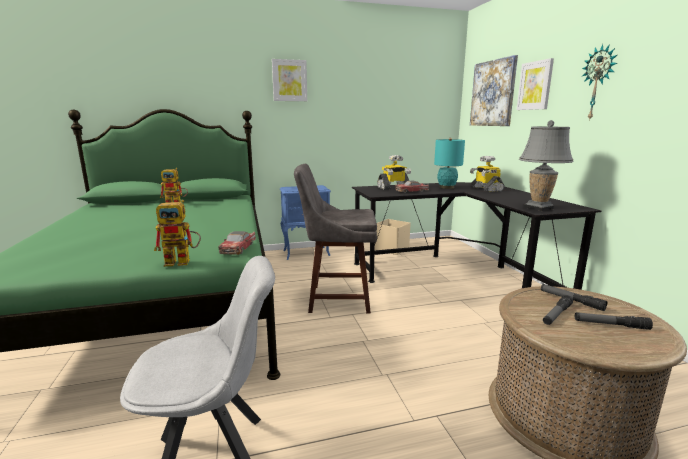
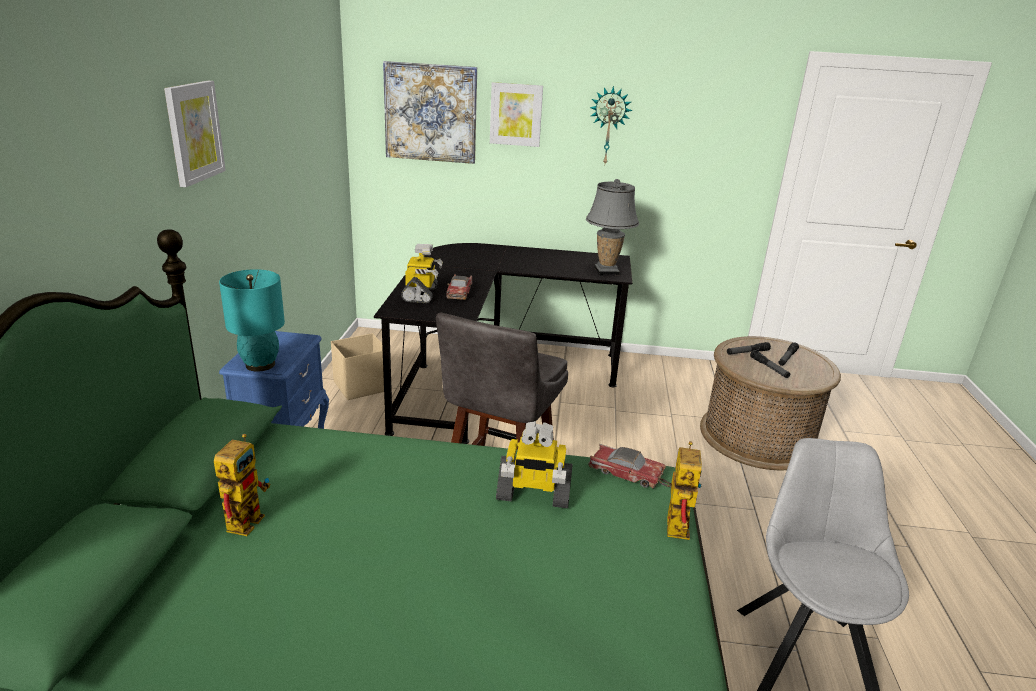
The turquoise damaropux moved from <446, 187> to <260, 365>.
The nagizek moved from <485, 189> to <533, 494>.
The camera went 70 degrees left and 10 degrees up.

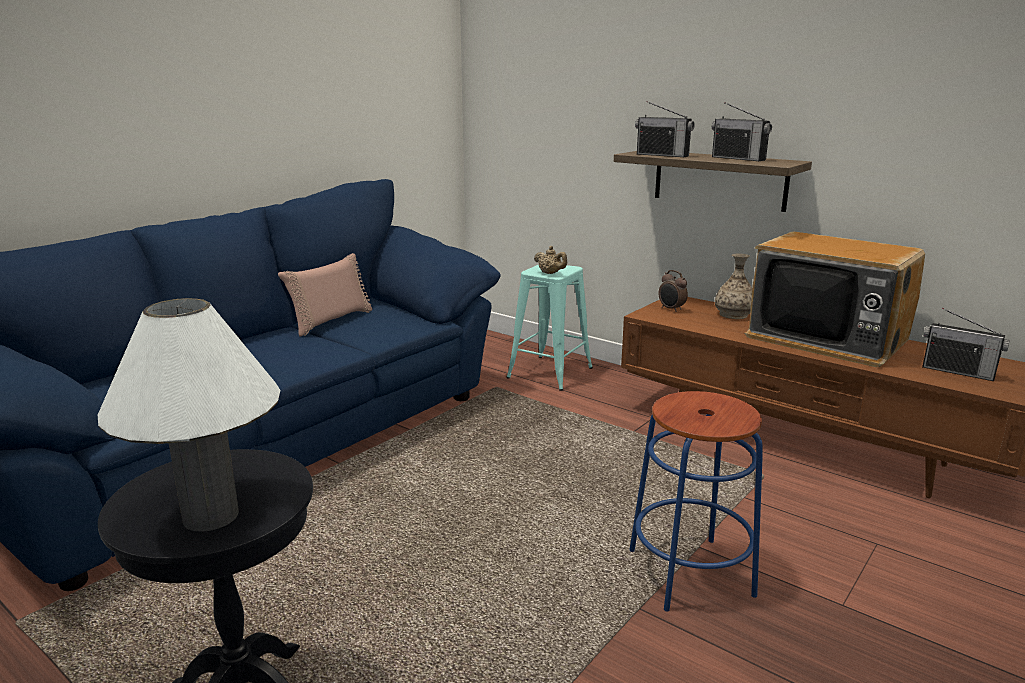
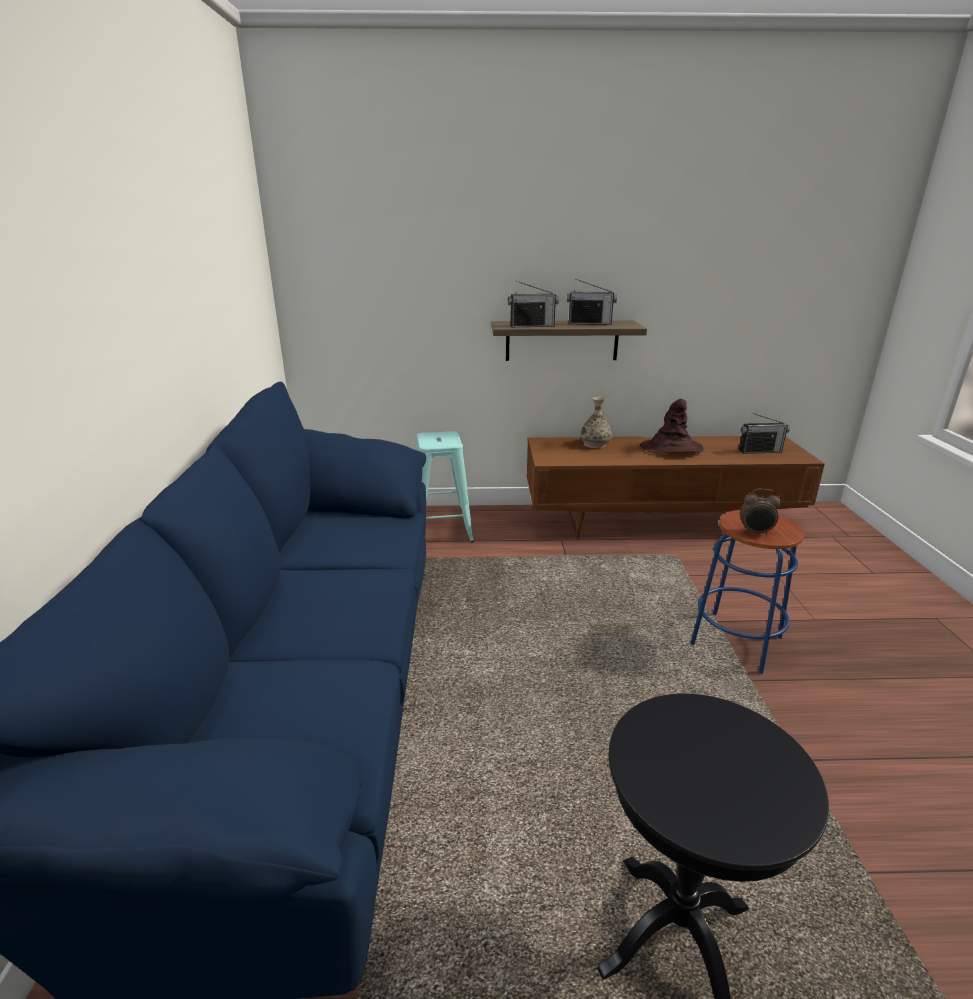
The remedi at <826, 339> was replaced by the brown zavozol at <671, 448>.
The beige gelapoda at <550, 273> disappeared.
The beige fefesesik at <331, 321> disappeared.
The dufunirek moved from <671, 309> to <755, 532>.
The white damaropux at <211, 516> disappeared.
The camera went 40 degrees left and 5 degrees up.

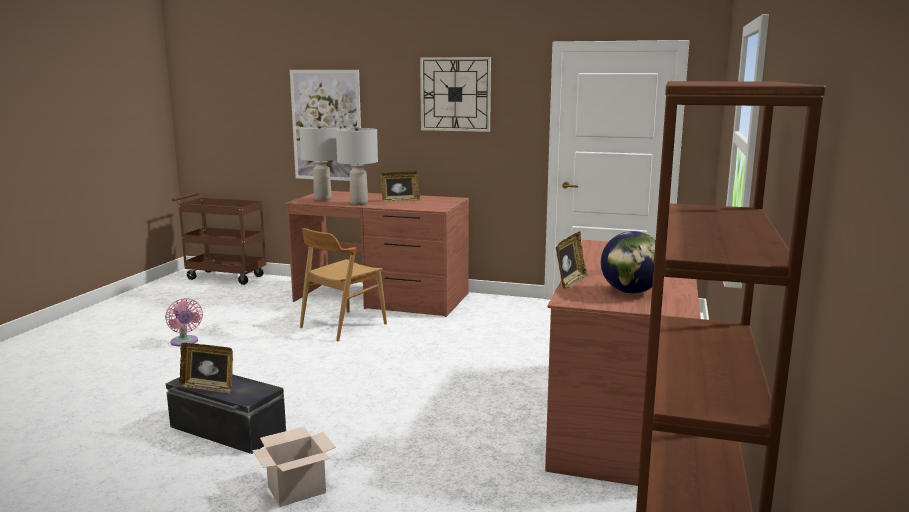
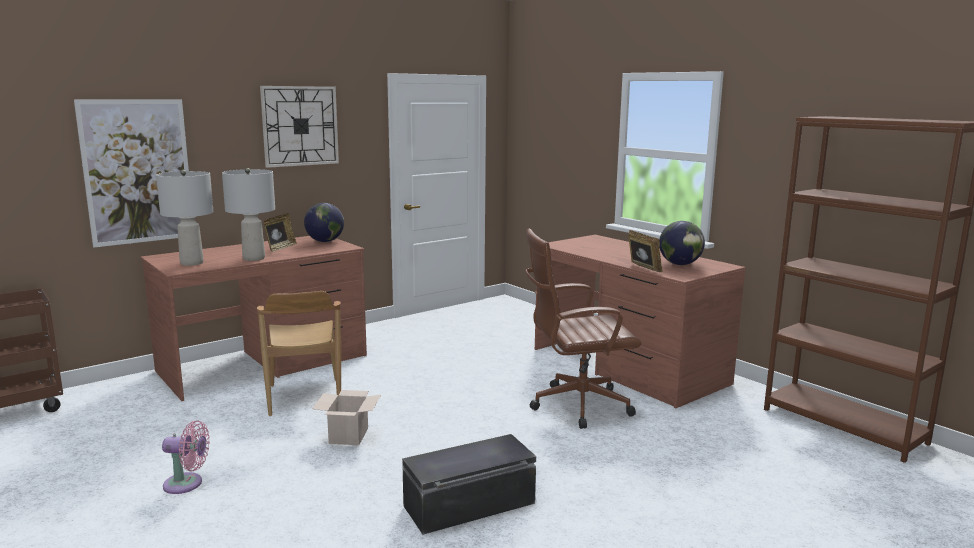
The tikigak at <208, 388> disappeared.
The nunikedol moved from <297, 489> to <348, 435>.
The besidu at <325, 241> appeared.
The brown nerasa at <576, 406> appeared.
The camera went 55 degrees left and 0 degrees up.

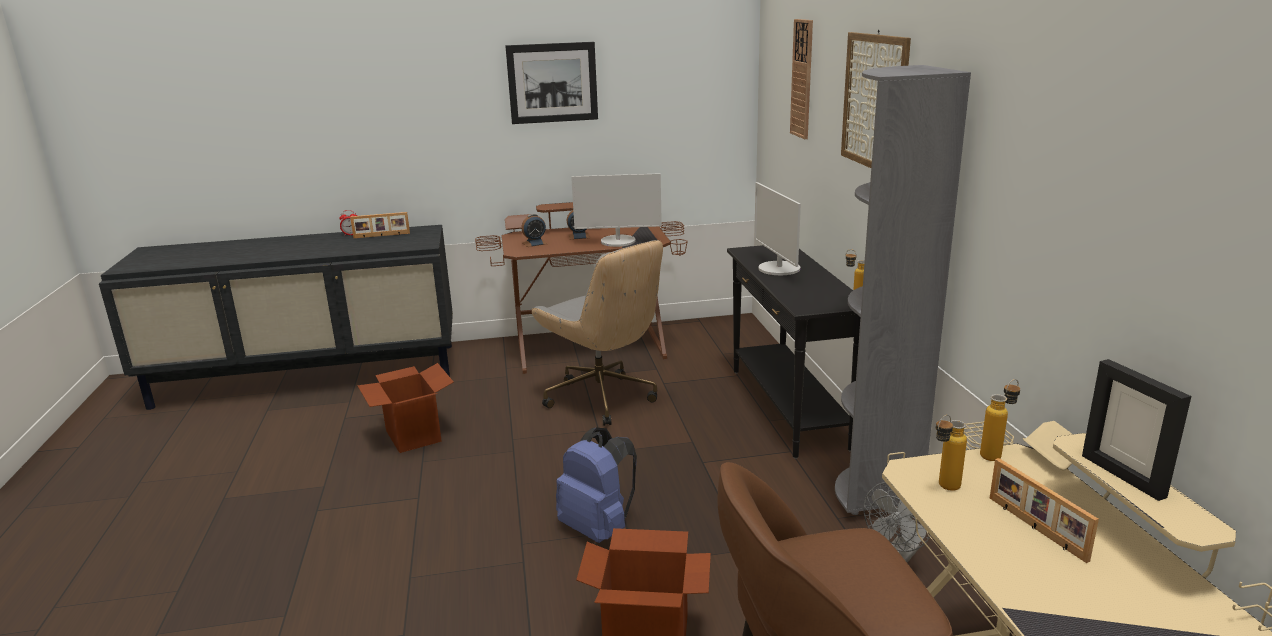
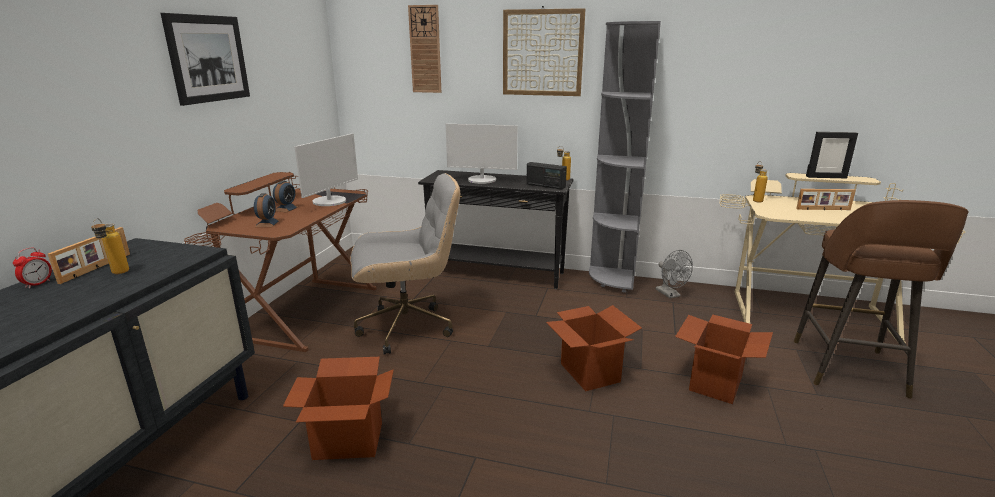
The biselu moved from <943, 488> to <117, 274>.
The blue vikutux at <599, 528> was replaced by the nunikedol at <589, 372>.
The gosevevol at <545, 186> appeared.
The camera went 65 degrees left and 0 degrees up.

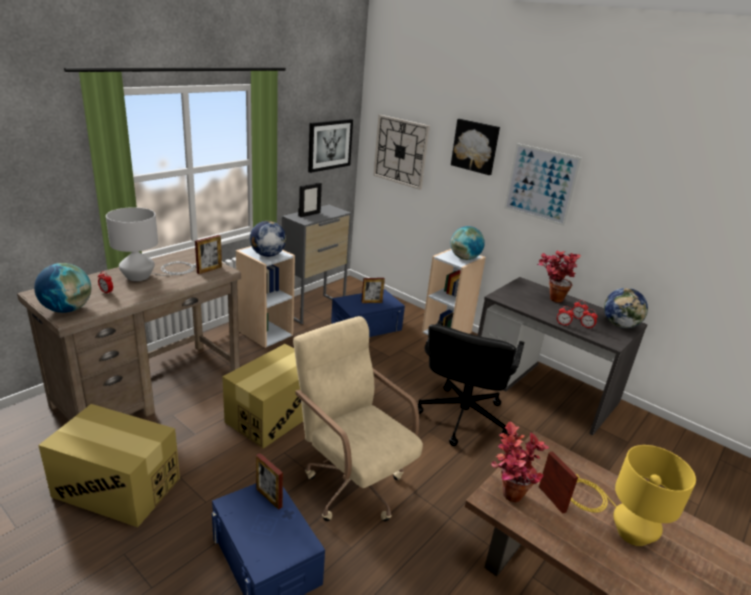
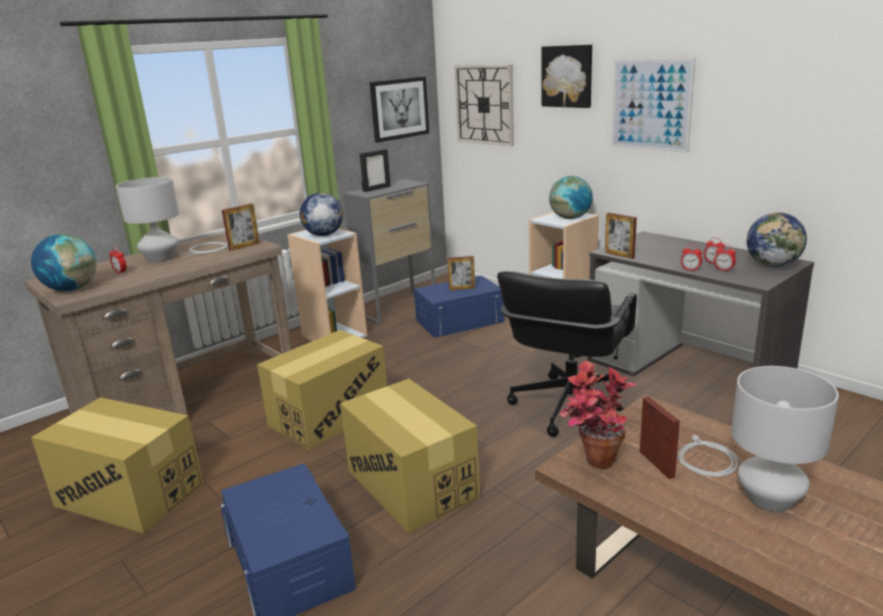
The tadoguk at <550, 298> disappeared.
The beige nerasa at <351, 485> was replaced by the nunikedol at <411, 483>.
The yellow damaropux at <614, 518> became the grey damaropux at <744, 482>.
The tikigak moved from <269, 498> to <619, 255>.
The camera went 10 degrees right and 5 degrees down.

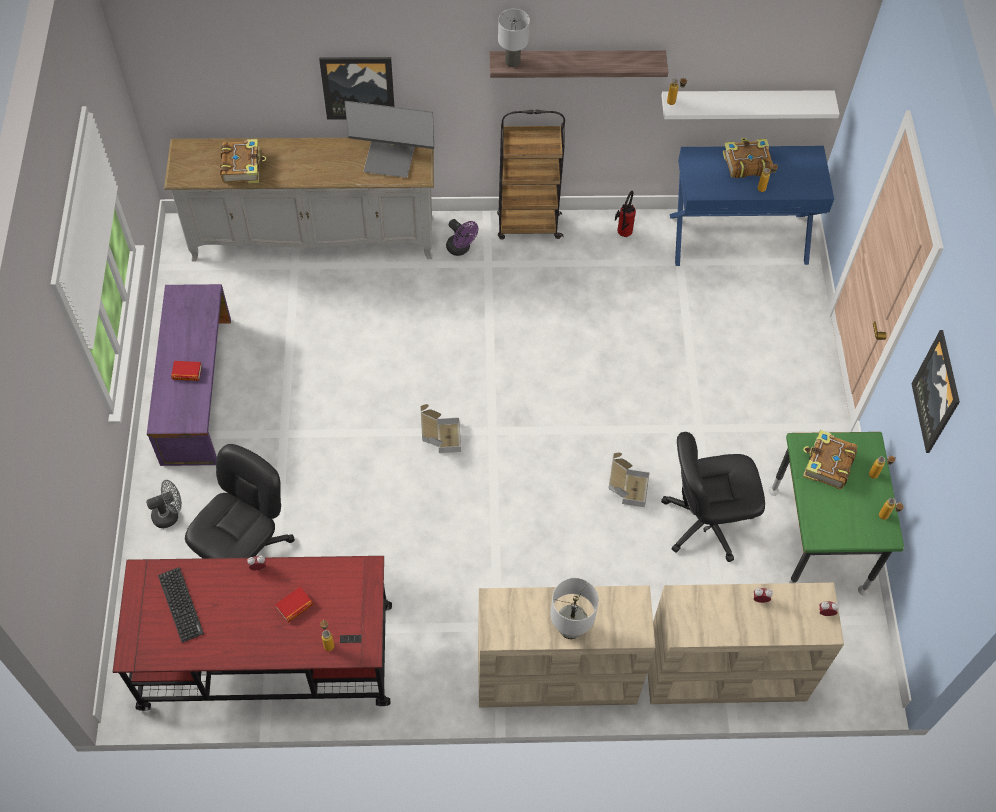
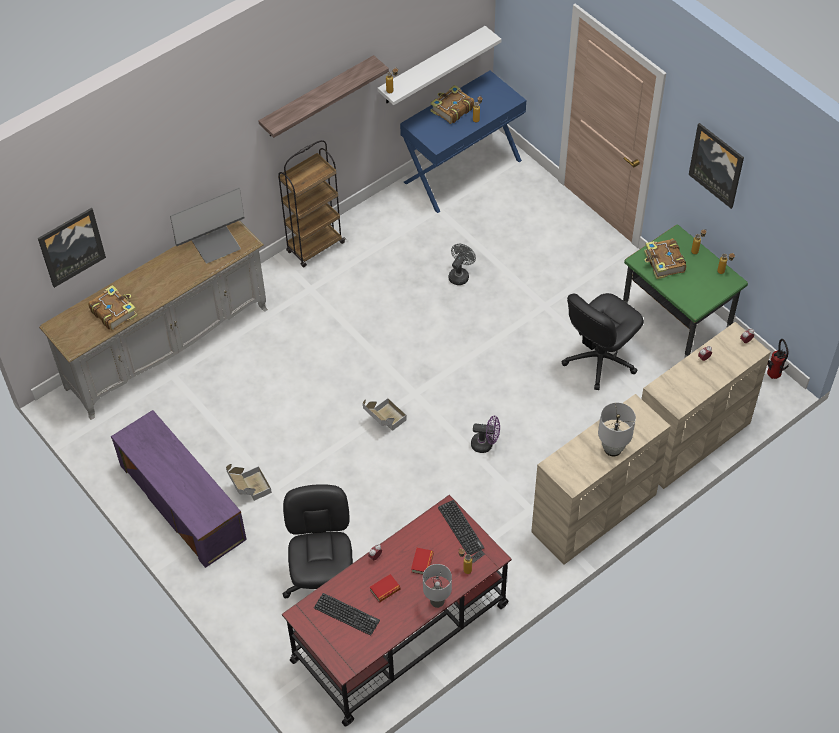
The white damaropux moved from <513, 63> to <438, 601>.
The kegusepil moved from <358, 87> to <71, 246>.
The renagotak moved from <622, 234> to <773, 377>.
The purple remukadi moved from <461, 249> to <485, 444>.
The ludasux moved from <187, 373> to <385, 590>.
The nunikedol moved from <625, 489> to <249, 489>.
The grey remukadi moved from <169, 514> to <460, 275>.
The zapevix at <460, 527> appeared.
The camera went 35 degrees left and 5 degrees down.

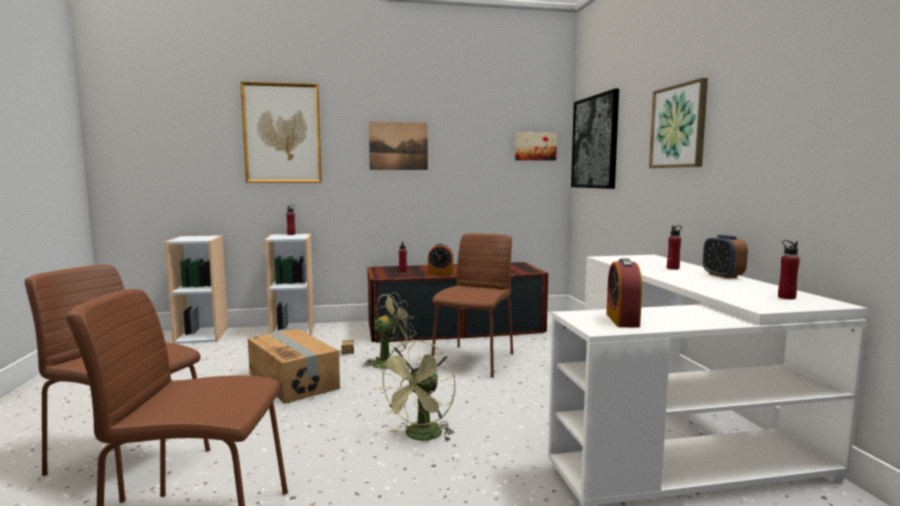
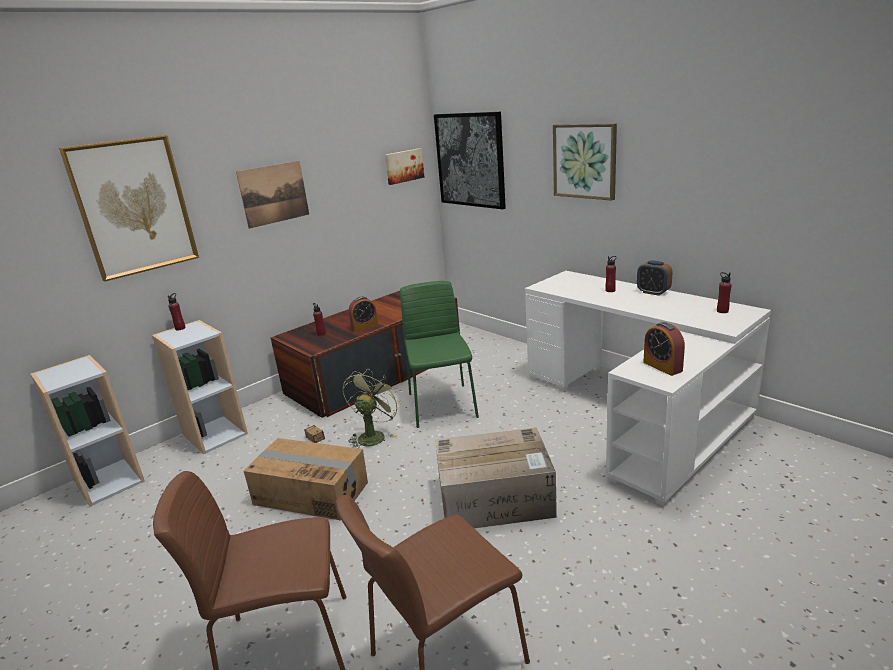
The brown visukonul at <474, 360> became the green visukonul at <441, 404>.
The green remukadi at <420, 437> was replaced by the nunikedol at <496, 498>.
The camera went 30 degrees left and 15 degrees up.

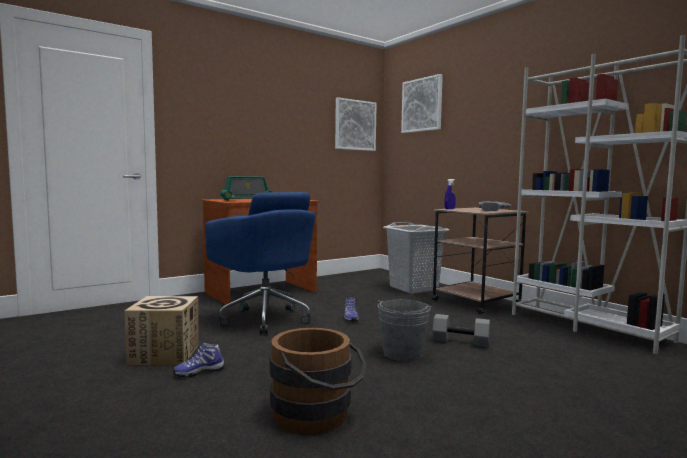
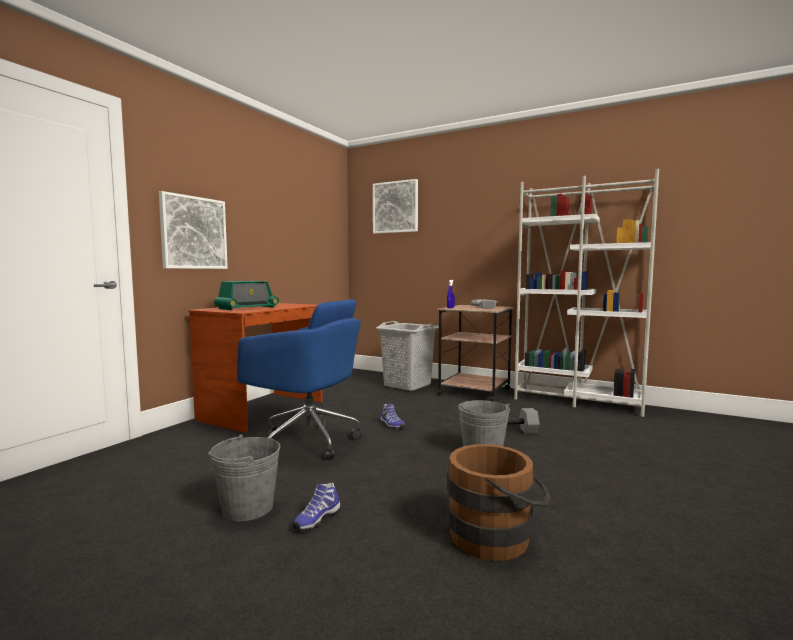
The kegusepil moved from <355, 125> to <193, 233>.
The nunikedol at <165, 354> was replaced by the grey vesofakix at <247, 508>.
The camera went 25 degrees left and 0 degrees up.

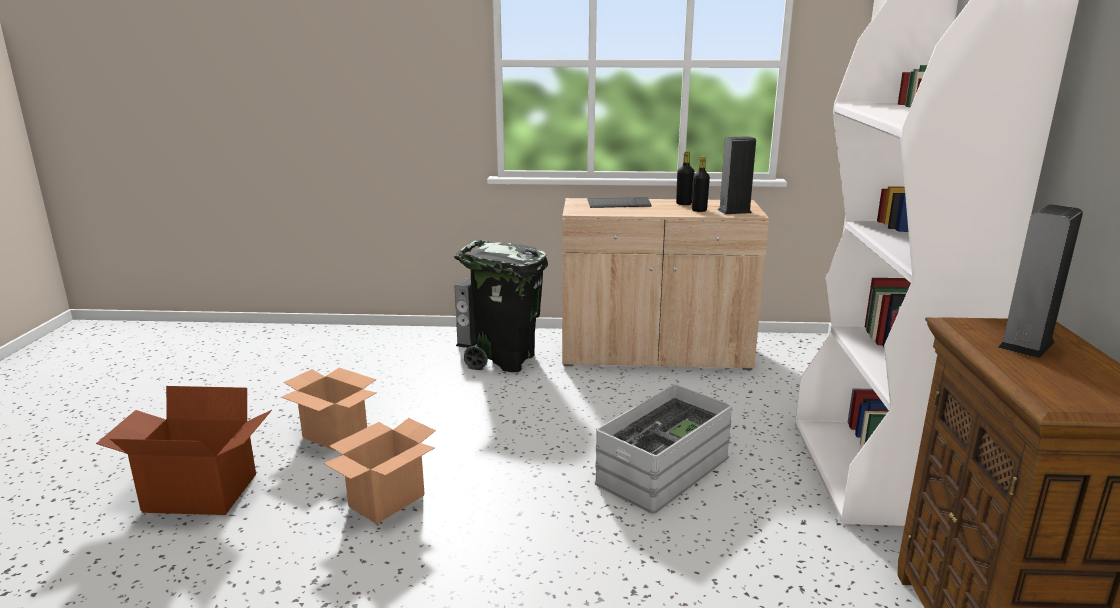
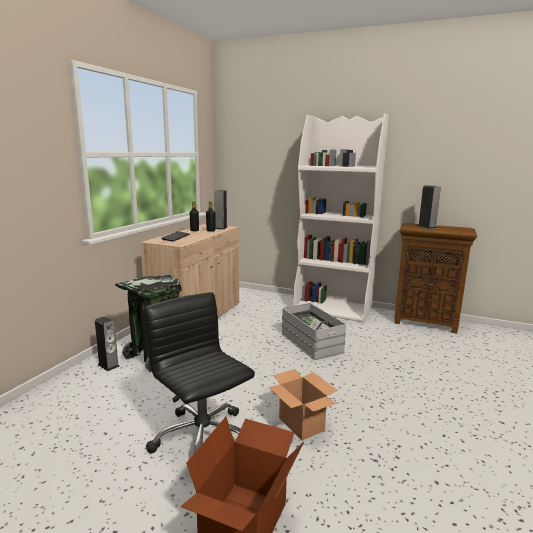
The nunikedol at <336, 436> was replaced by the black nerasa at <202, 439>.
The camera went 70 degrees left and 5 degrees down.

